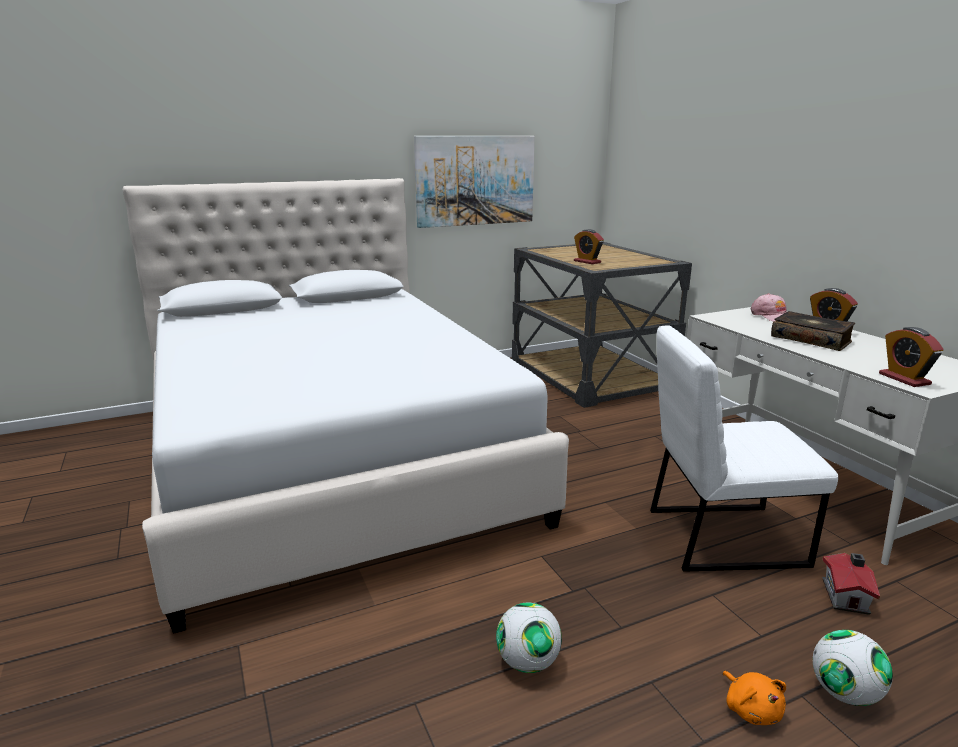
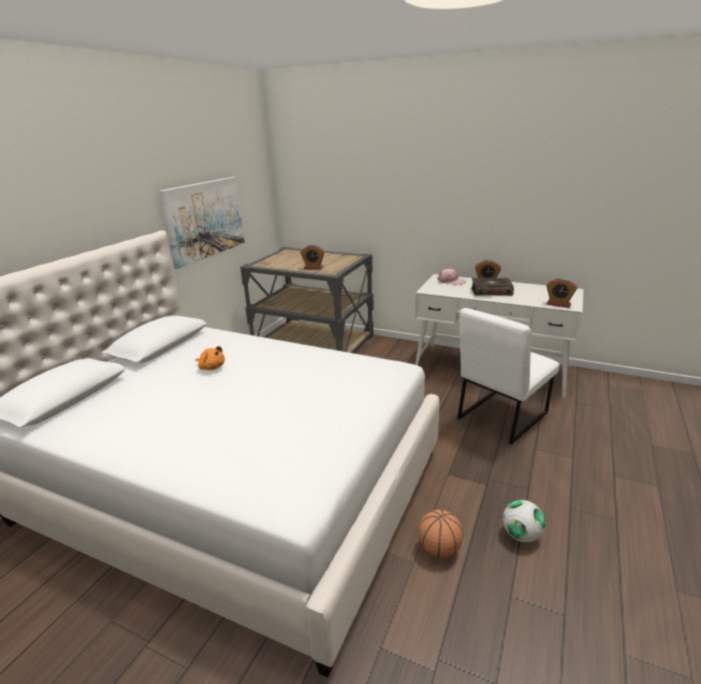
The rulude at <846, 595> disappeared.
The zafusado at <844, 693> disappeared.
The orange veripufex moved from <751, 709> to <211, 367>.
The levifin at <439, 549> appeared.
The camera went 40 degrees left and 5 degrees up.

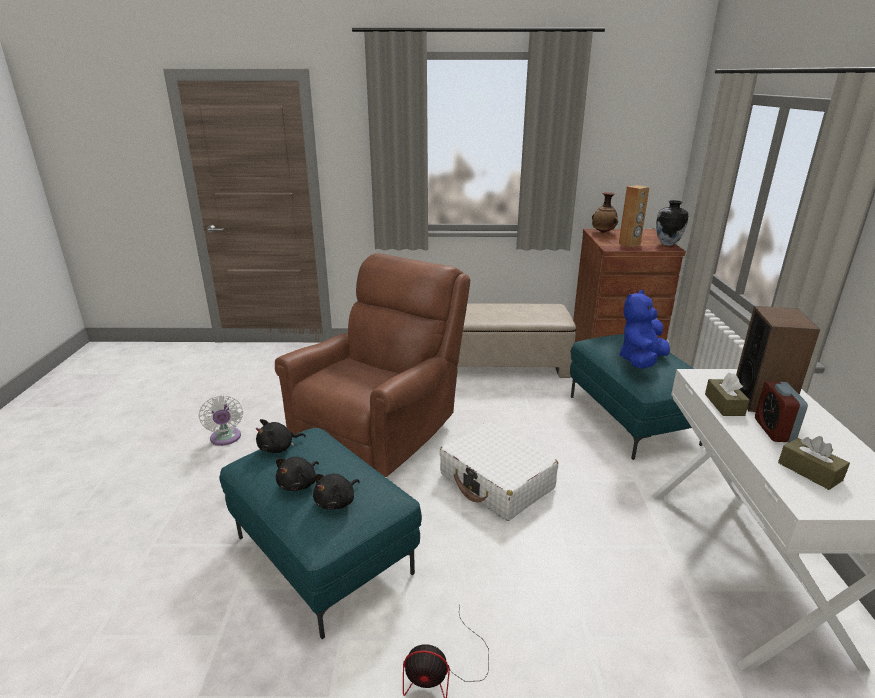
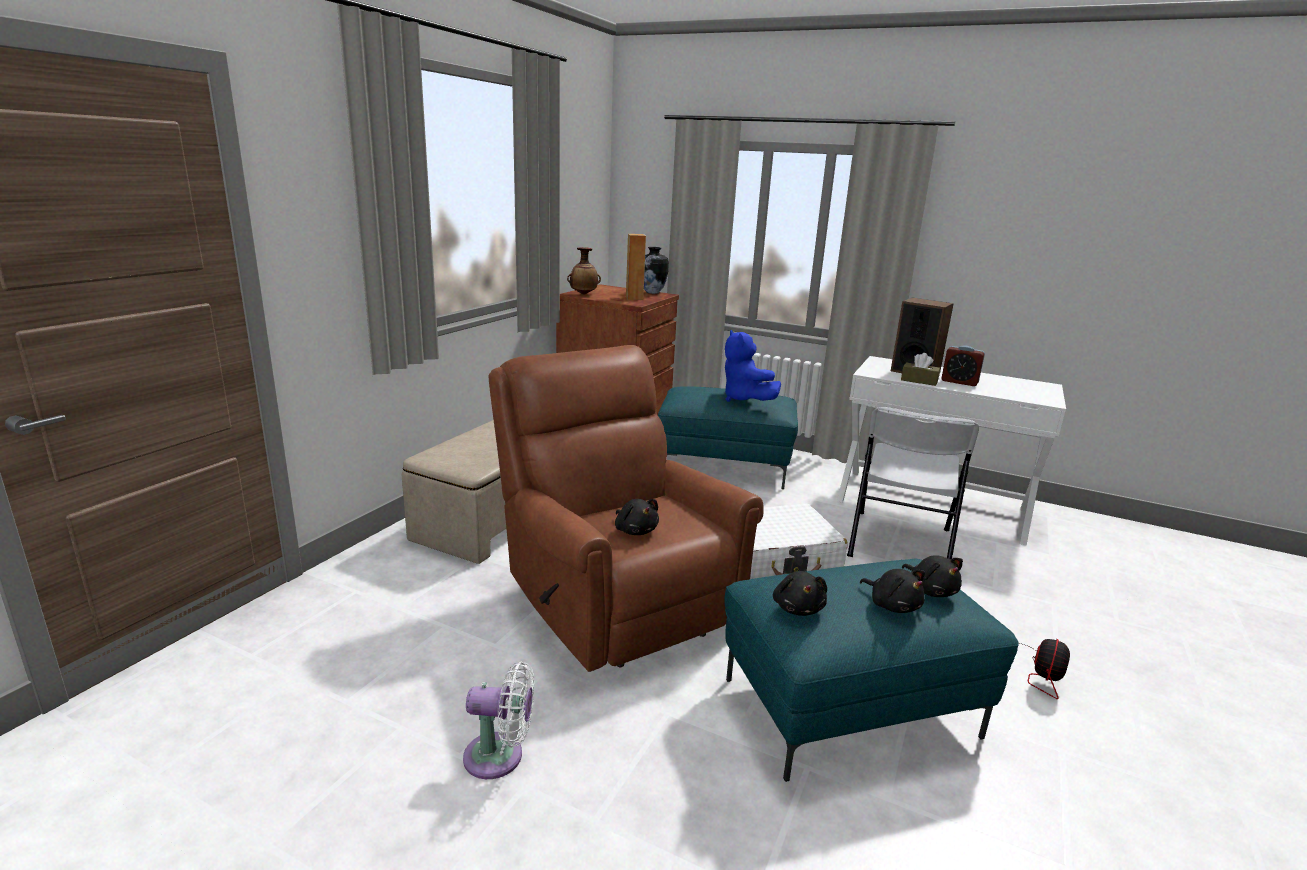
The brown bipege at <809, 471> disappeared.
The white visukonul at <899, 543> appeared.
The black veripufex at <635, 530> appeared.
The camera went 65 degrees left and 5 degrees down.

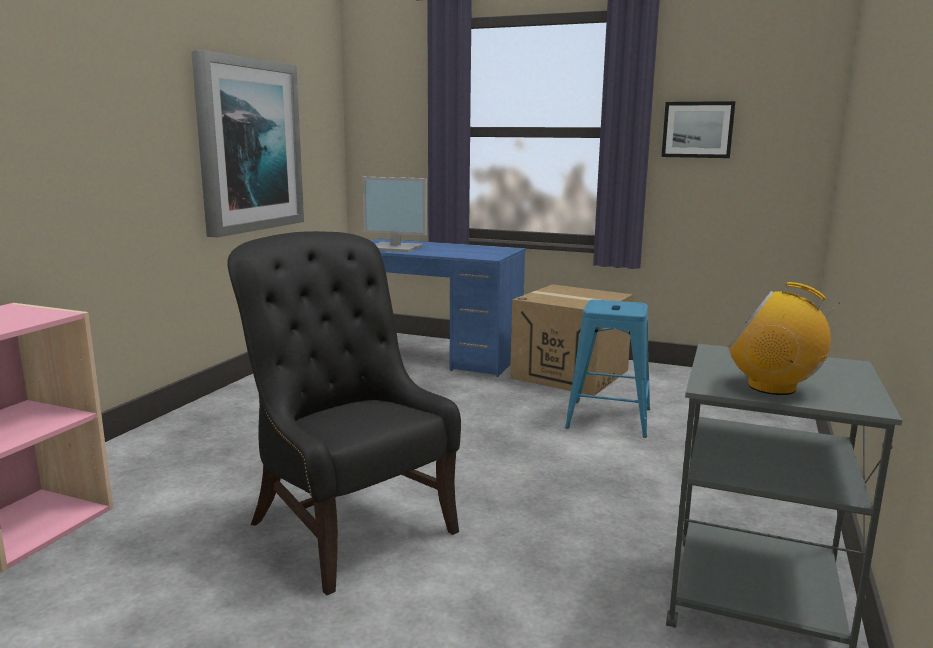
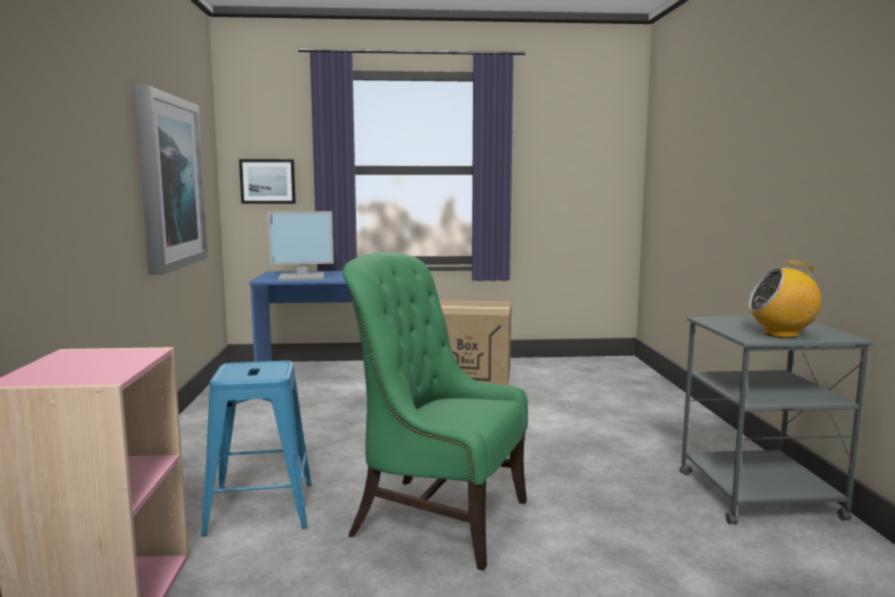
The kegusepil moved from <697, 129> to <268, 181>.
The black visukonul at <349, 527> became the green visukonul at <437, 518>.
The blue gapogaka moved from <609, 418> to <261, 508>.
The camera went 25 degrees left and 5 degrees down.

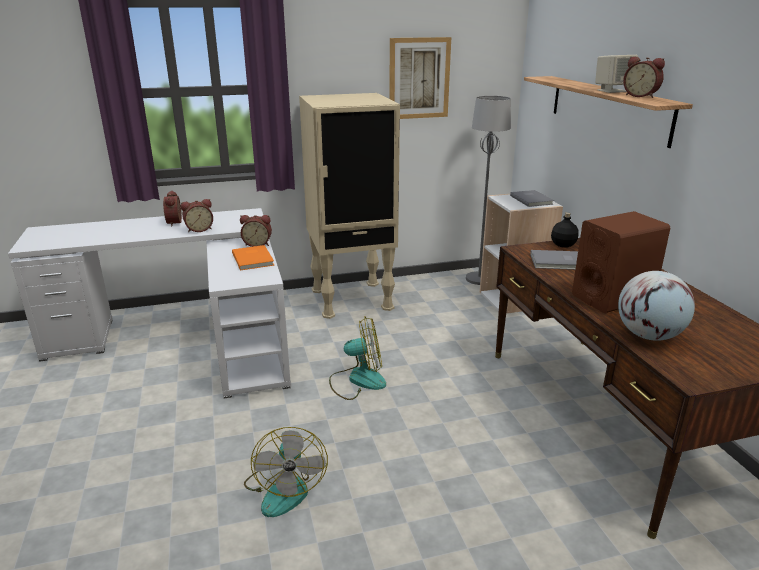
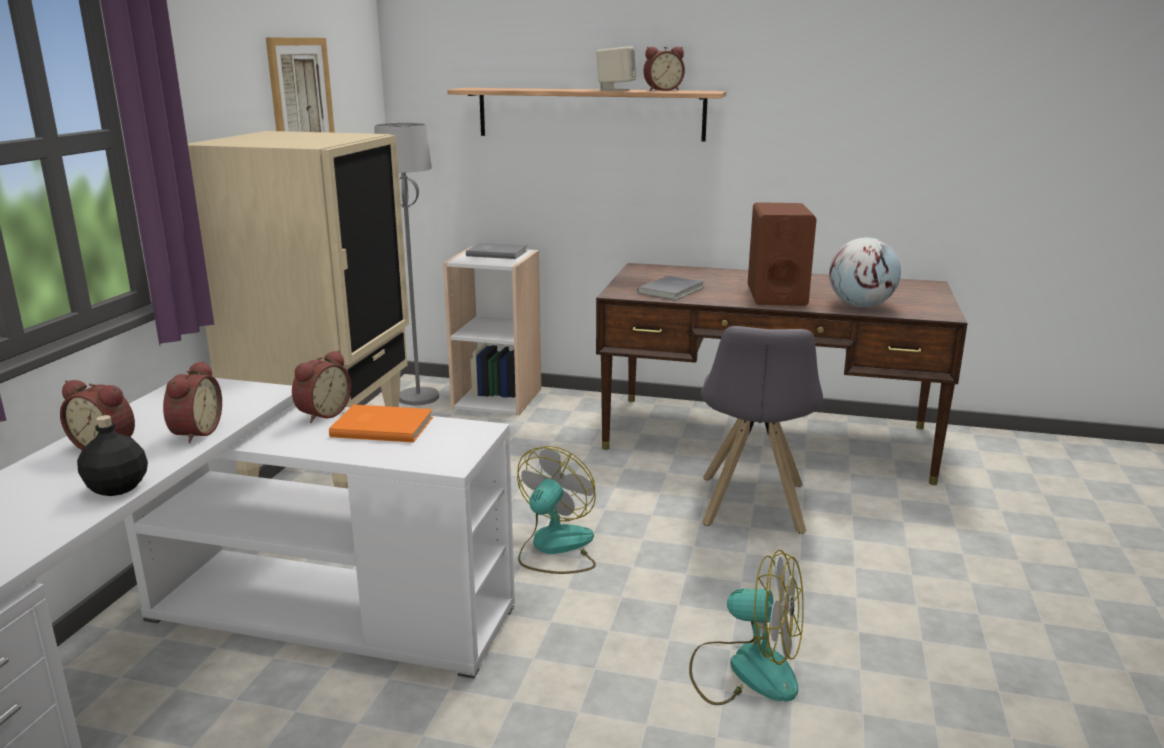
The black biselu moved from <563, 244> to <118, 487>.
The grey visukonul at <752, 504> appeared.
The camera went 60 degrees left and 5 degrees down.

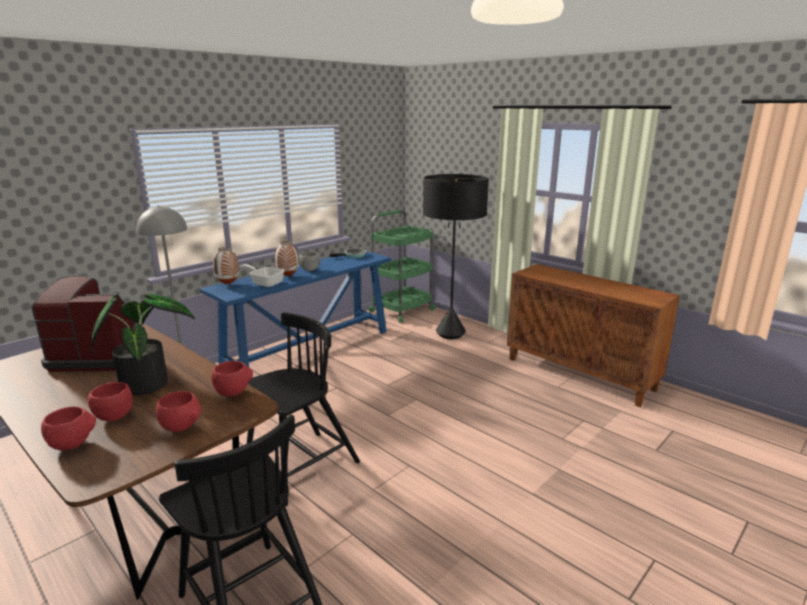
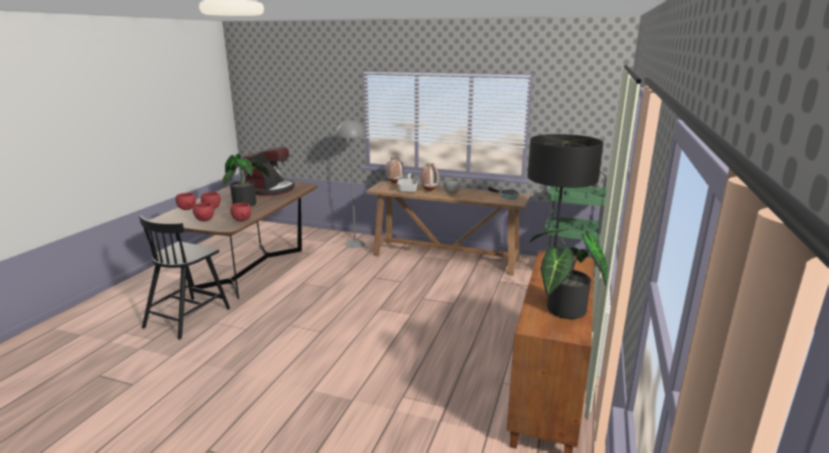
The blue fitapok at <310, 350> became the brown fitapok at <446, 258>.
The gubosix at <99, 356> turned 45 degrees clockwise.
The black visukonul at <301, 468> disappeared.
The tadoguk at <562, 310> appeared.
The camera went 65 degrees right and 0 degrees up.

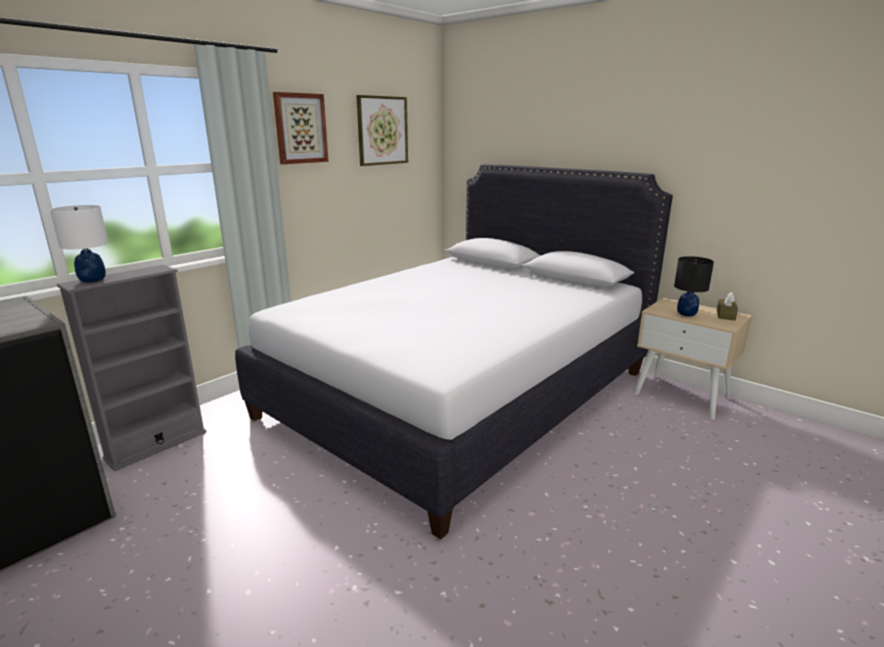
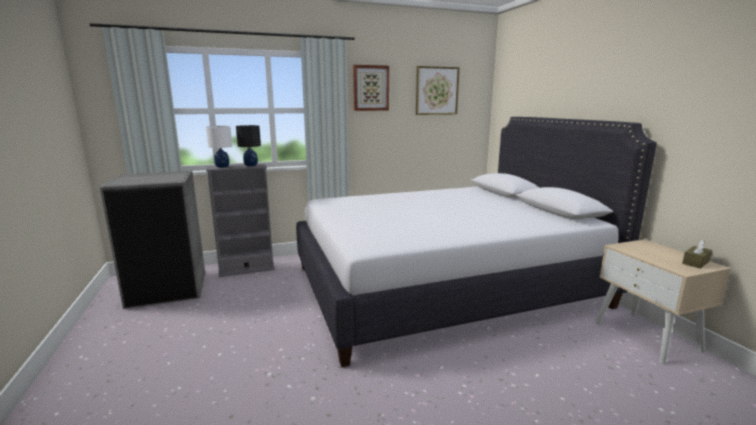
The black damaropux moved from <687, 314> to <251, 165>.
The camera went 30 degrees right and 5 degrees down.

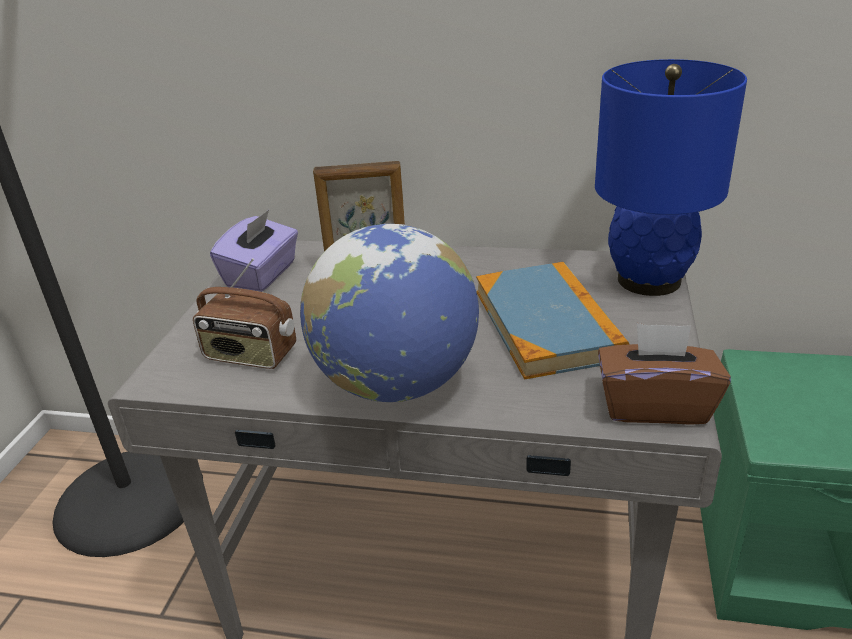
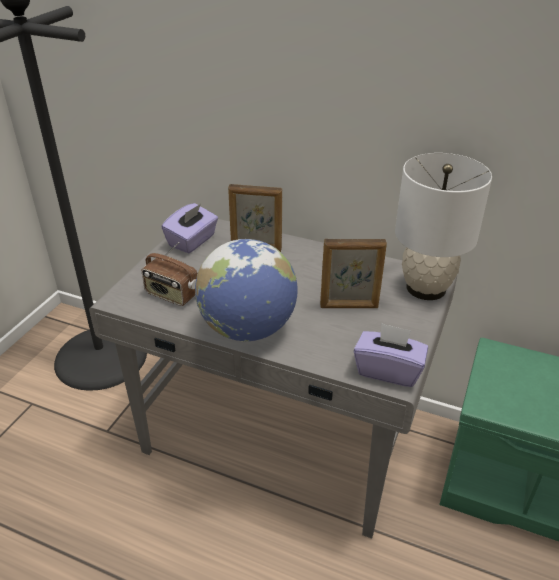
The blue damaropux at <649, 280> became the white damaropux at <426, 288>.
The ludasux at <546, 324> was replaced by the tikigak at <349, 306>.
The brown bipege at <654, 405> became the purple bipege at <388, 370>.
The camera went 10 degrees right and 5 degrees up.

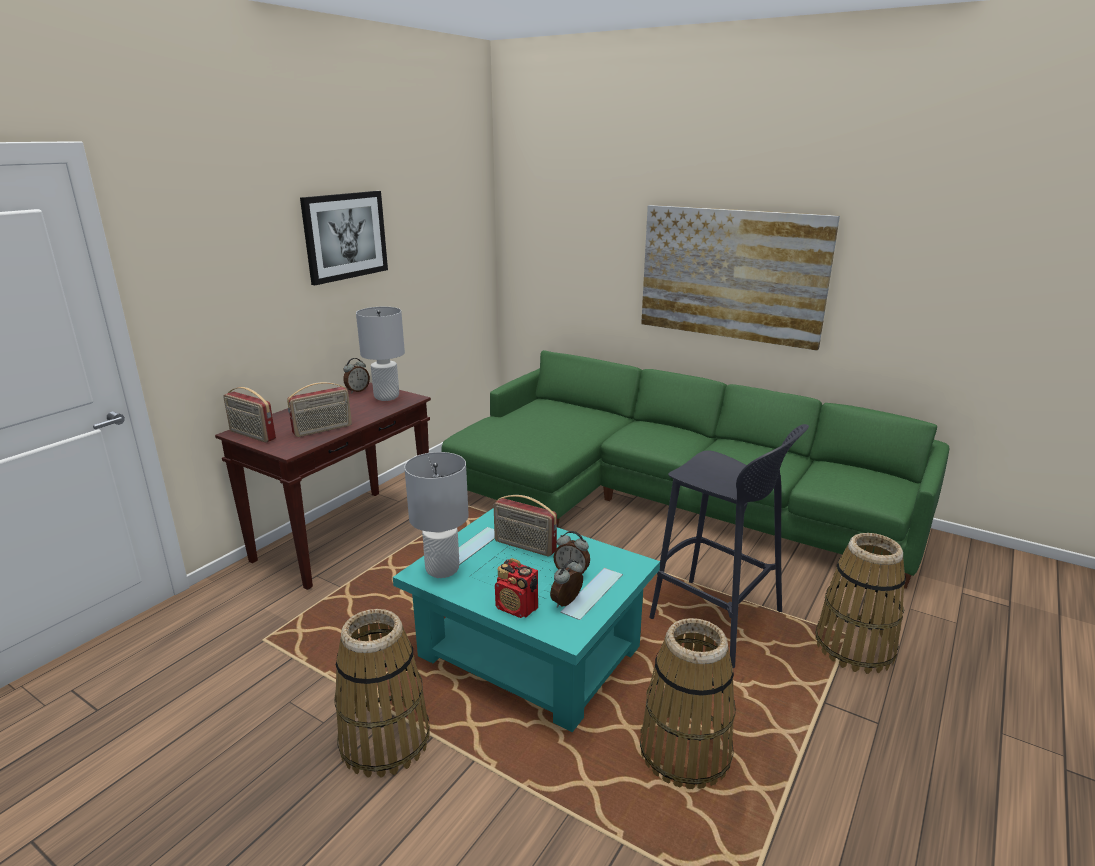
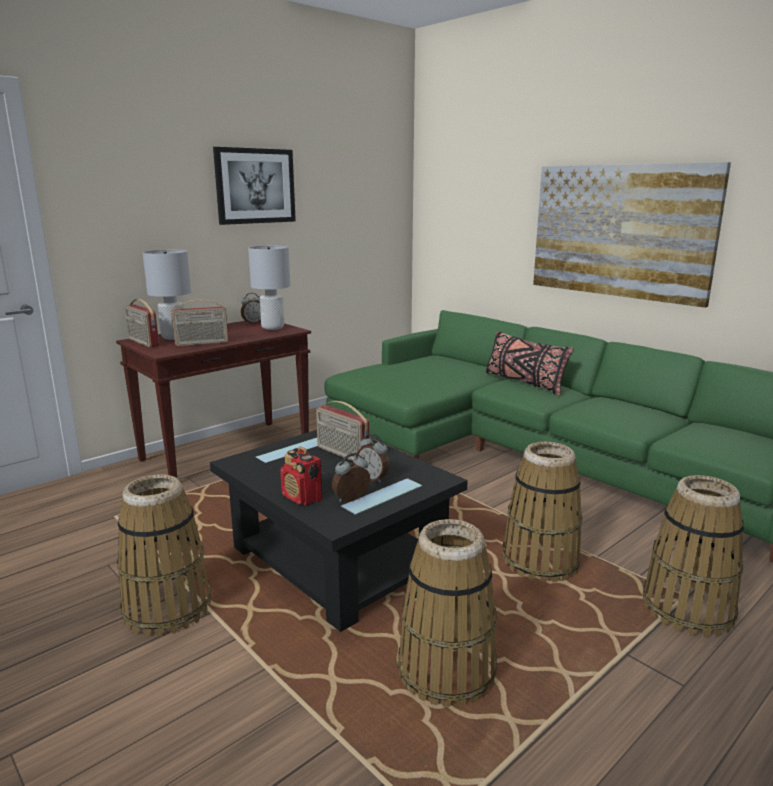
The grey gapogaka at <716, 620> was replaced by the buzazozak at <540, 561>.
The grey damaropux moved from <443, 571> to <174, 338>.
The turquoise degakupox at <530, 652> became the black degakupox at <337, 560>.
The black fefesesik at <524, 382> appeared.
The camera went 15 degrees right and 5 degrees down.

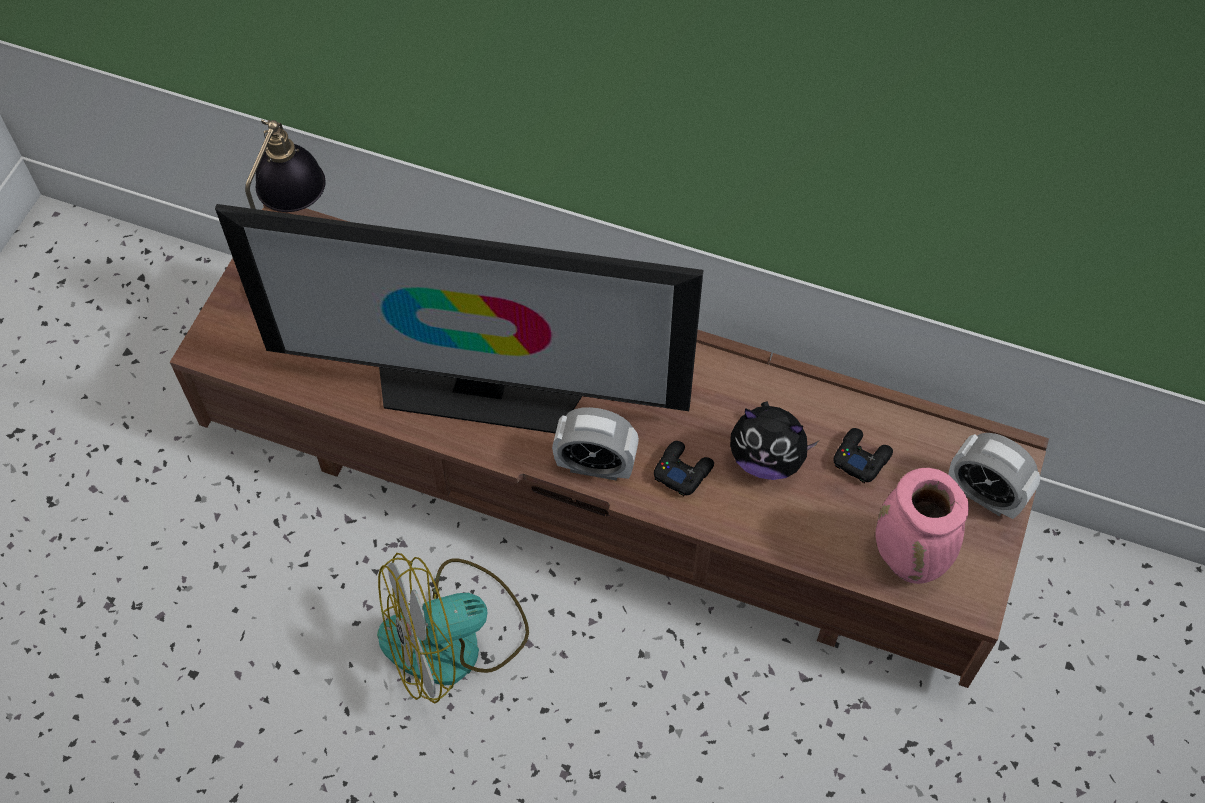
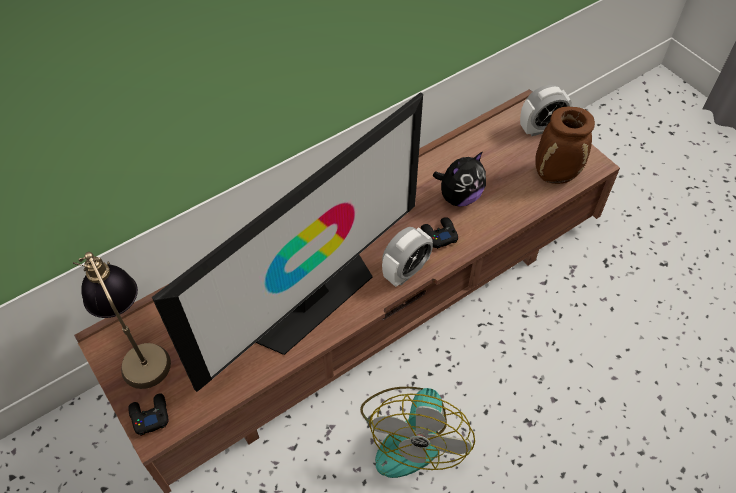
The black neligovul moved from <861, 457> to <150, 415>.
The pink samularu at <910, 559> became the brown samularu at <556, 174>.
The camera went 55 degrees left and 5 degrees down.

